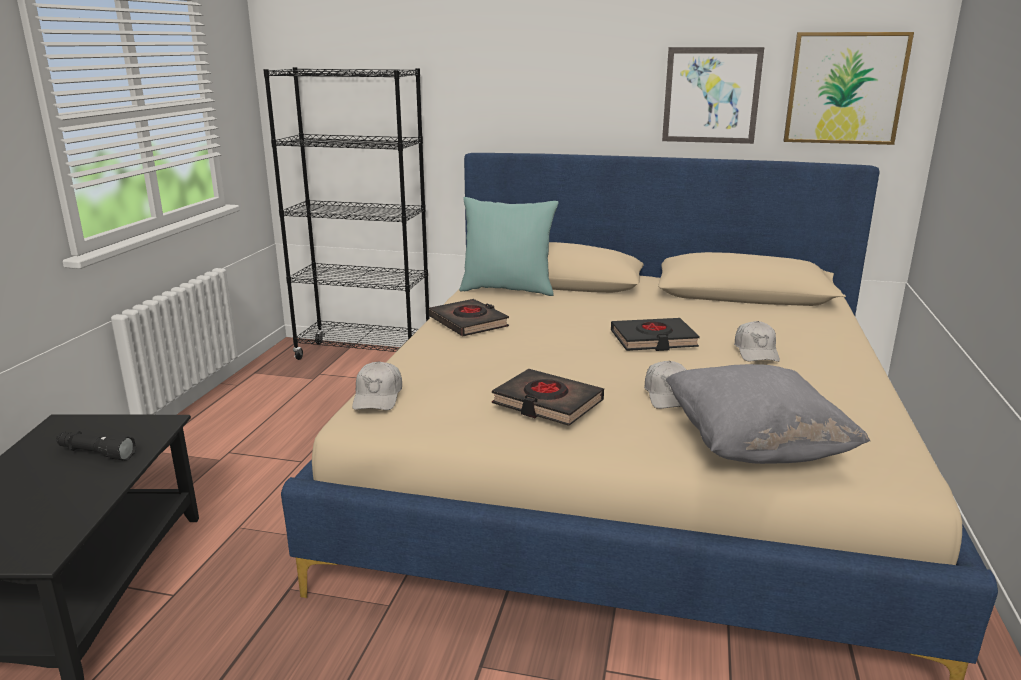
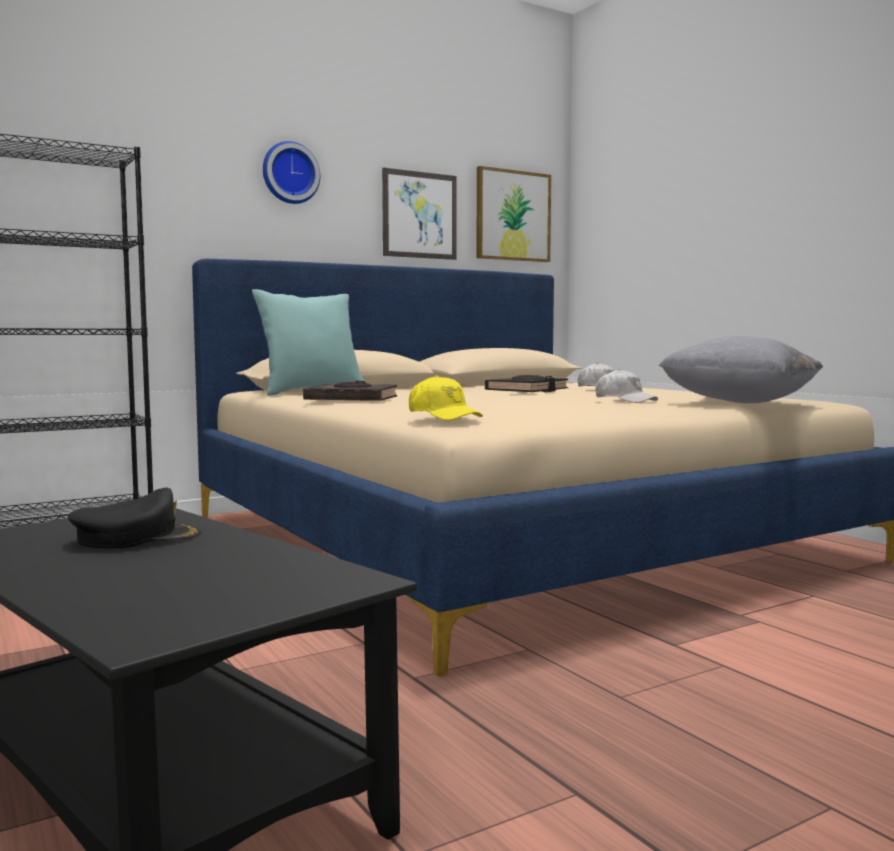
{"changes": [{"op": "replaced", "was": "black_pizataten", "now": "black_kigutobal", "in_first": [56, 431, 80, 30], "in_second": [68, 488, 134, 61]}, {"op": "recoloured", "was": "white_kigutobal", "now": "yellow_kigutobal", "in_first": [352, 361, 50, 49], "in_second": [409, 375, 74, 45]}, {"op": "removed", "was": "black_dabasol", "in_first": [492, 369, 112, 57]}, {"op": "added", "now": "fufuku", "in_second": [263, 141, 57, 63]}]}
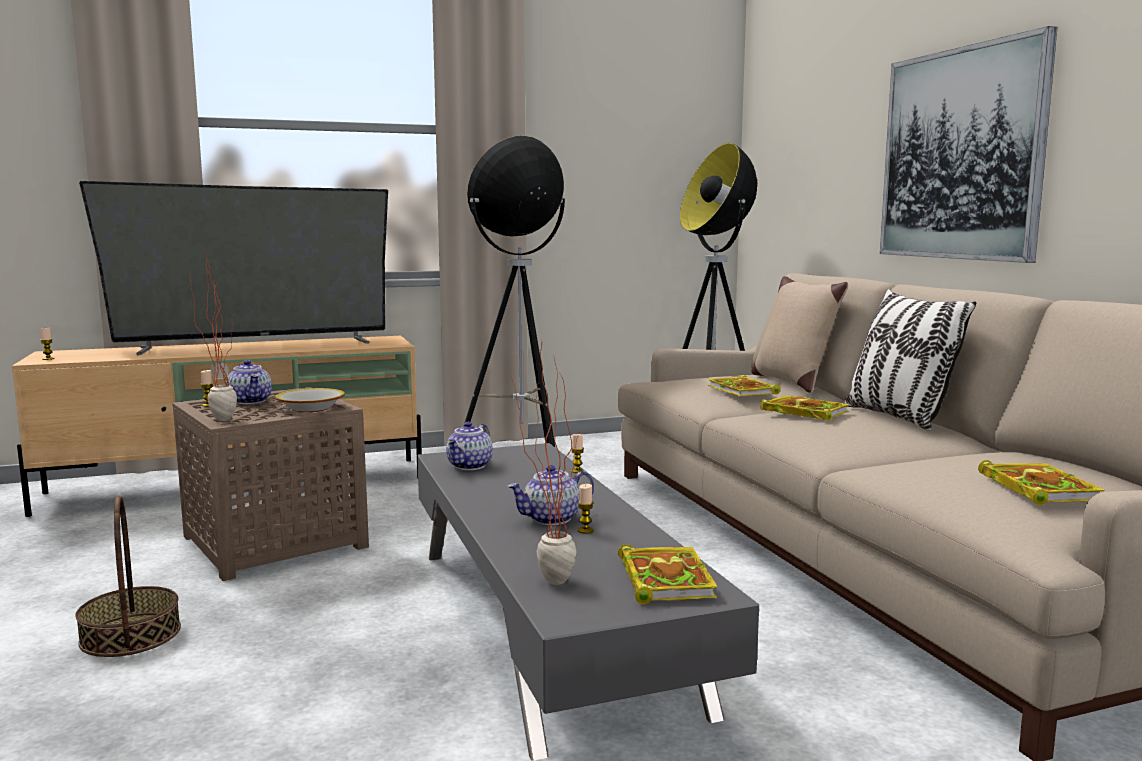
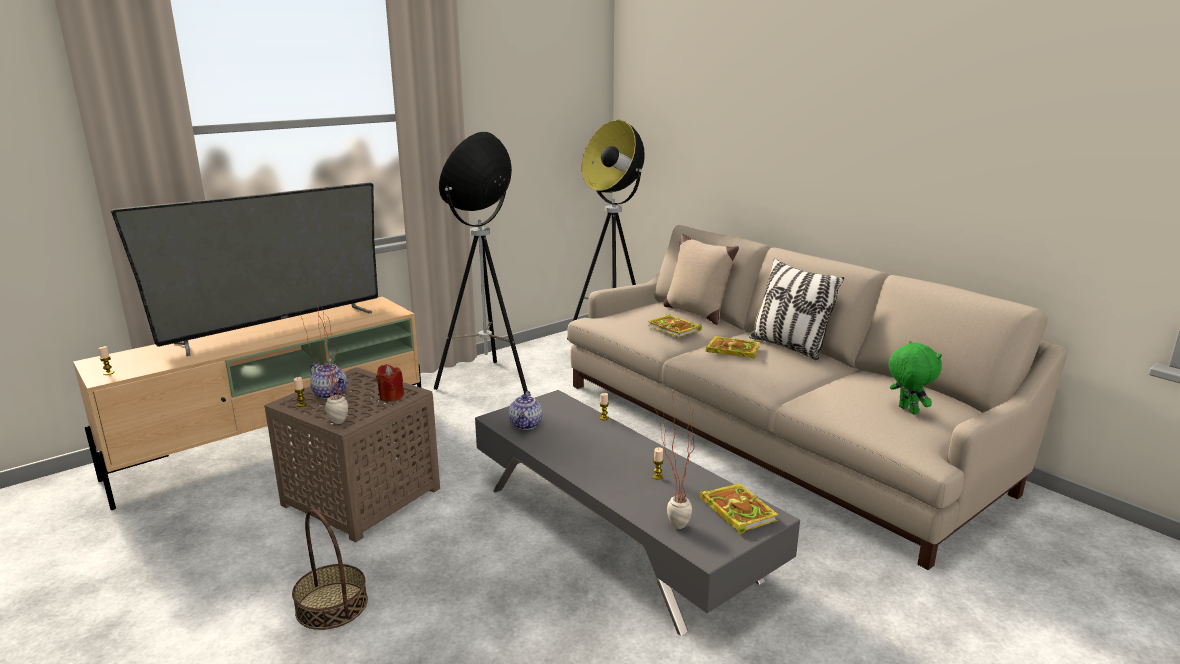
{"changes": [{"op": "replaced", "was": "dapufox", "now": "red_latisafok", "in_first": [275, 388, 70, 24], "in_second": [376, 364, 28, 38]}, {"op": "removed", "was": "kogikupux", "in_first": [508, 465, 86, 60]}, {"op": "removed", "was": "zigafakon", "in_first": [880, 26, 178, 237]}, {"op": "replaced", "was": "dabasol", "now": "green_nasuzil", "in_first": [978, 460, 127, 45], "in_second": [888, 341, 54, 74]}]}
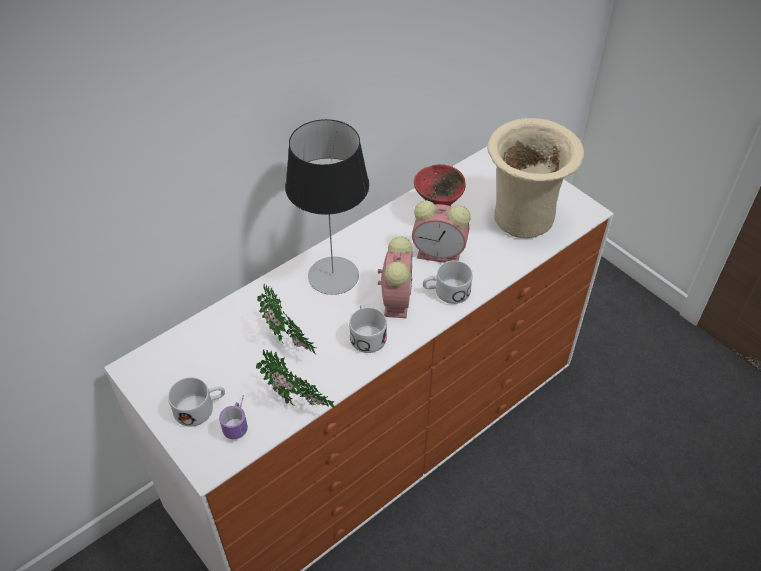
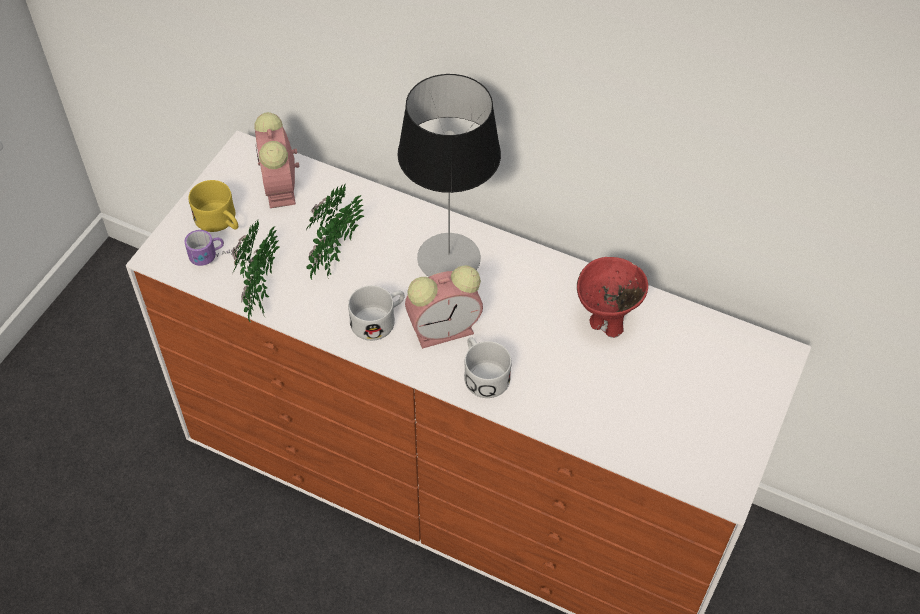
{"changes": [{"op": "recoloured", "was": "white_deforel", "now": "yellow_deforel", "in_first": [168, 377, 57, 50], "in_second": [189, 180, 49, 52]}, {"op": "moved", "was": "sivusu", "in_first": [412, 200, 58, 63], "in_second": [254, 112, 45, 96]}, {"op": "removed", "was": "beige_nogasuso", "in_first": [487, 118, 97, 120]}]}
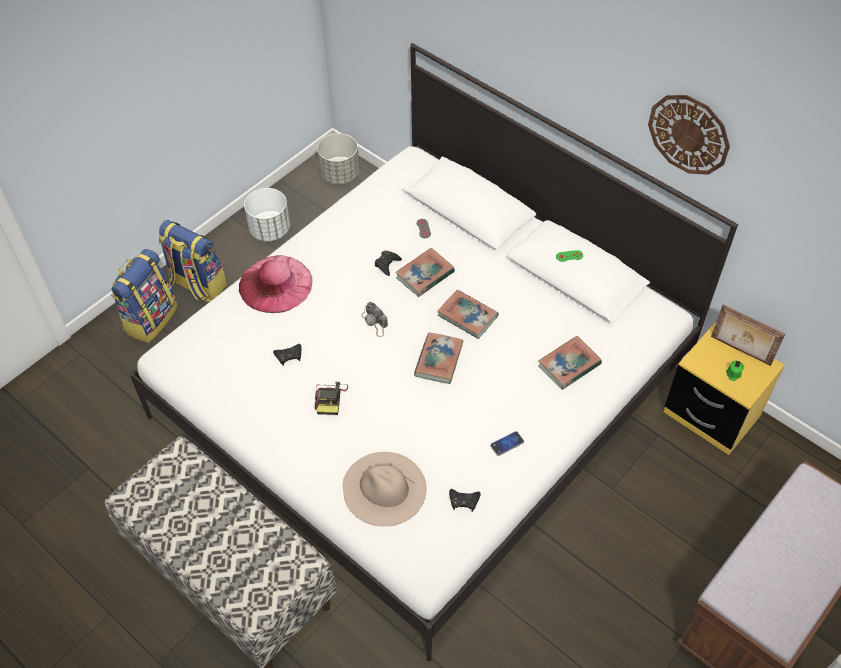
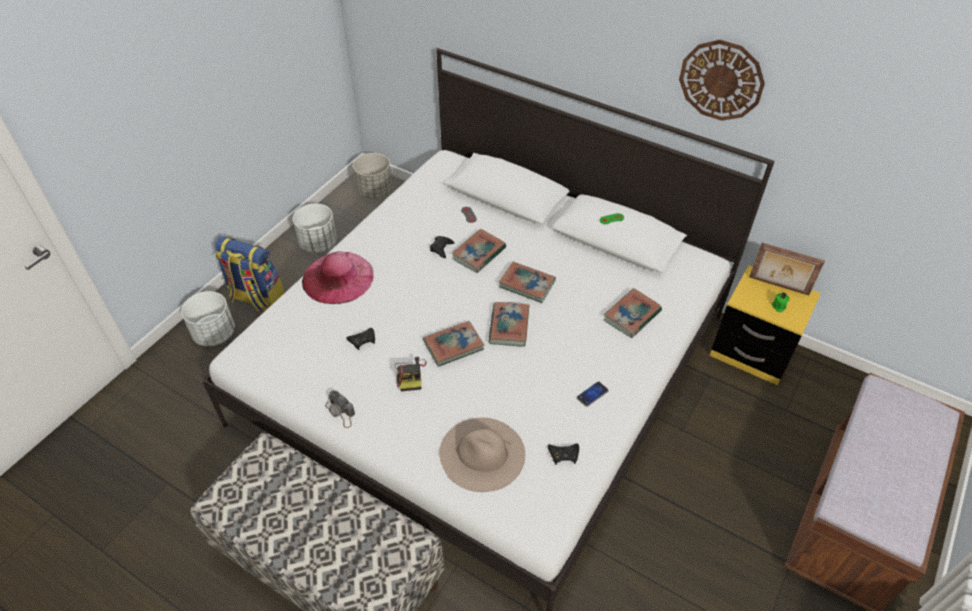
{"changes": [{"op": "replaced", "was": "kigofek", "now": "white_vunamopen", "in_first": [111, 249, 67, 94], "in_second": [181, 291, 54, 55]}, {"op": "moved", "was": "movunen", "in_first": [361, 302, 27, 35], "in_second": [325, 390, 30, 38]}, {"op": "added", "now": "dabasol", "in_second": [423, 321, 61, 46]}]}
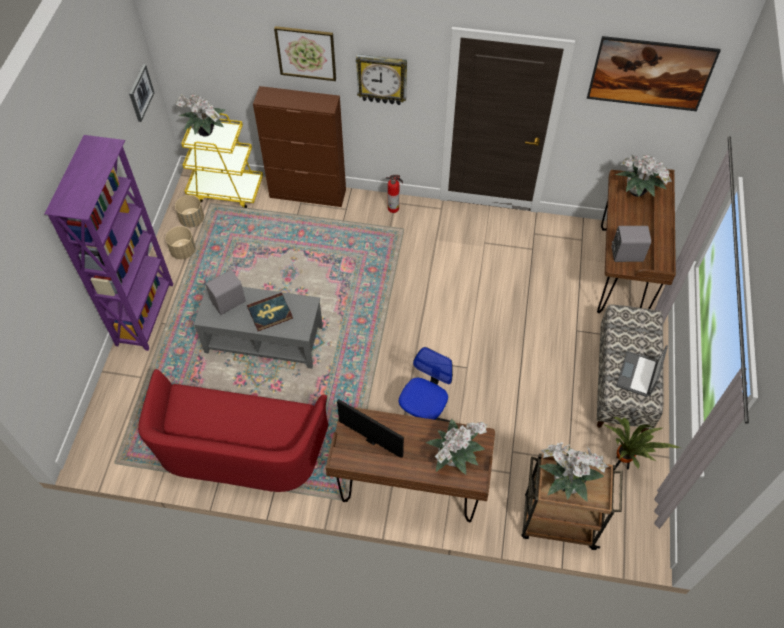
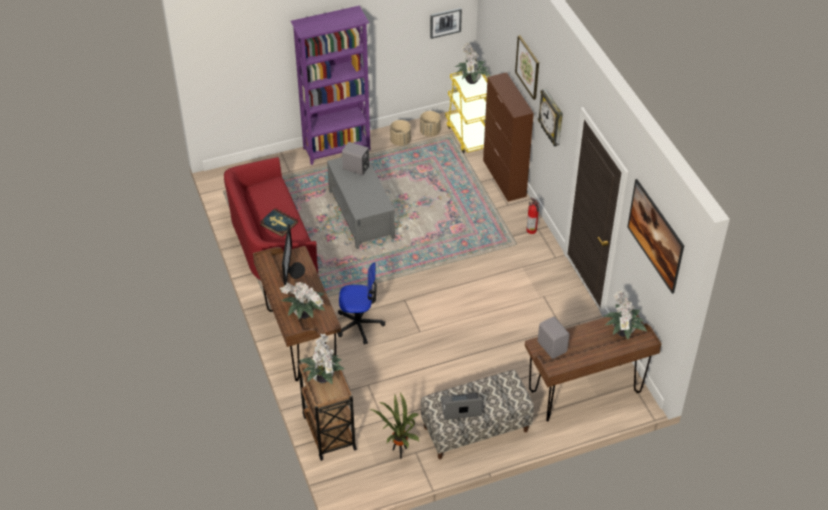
{"changes": [{"op": "moved", "was": "dabasol", "in_first": [247, 293, 46, 38], "in_second": [260, 208, 38, 29]}]}
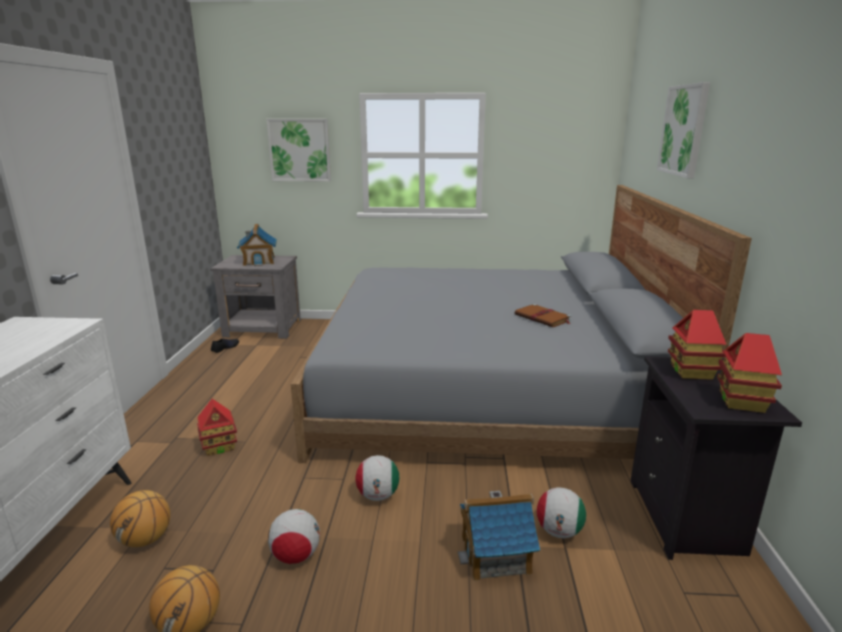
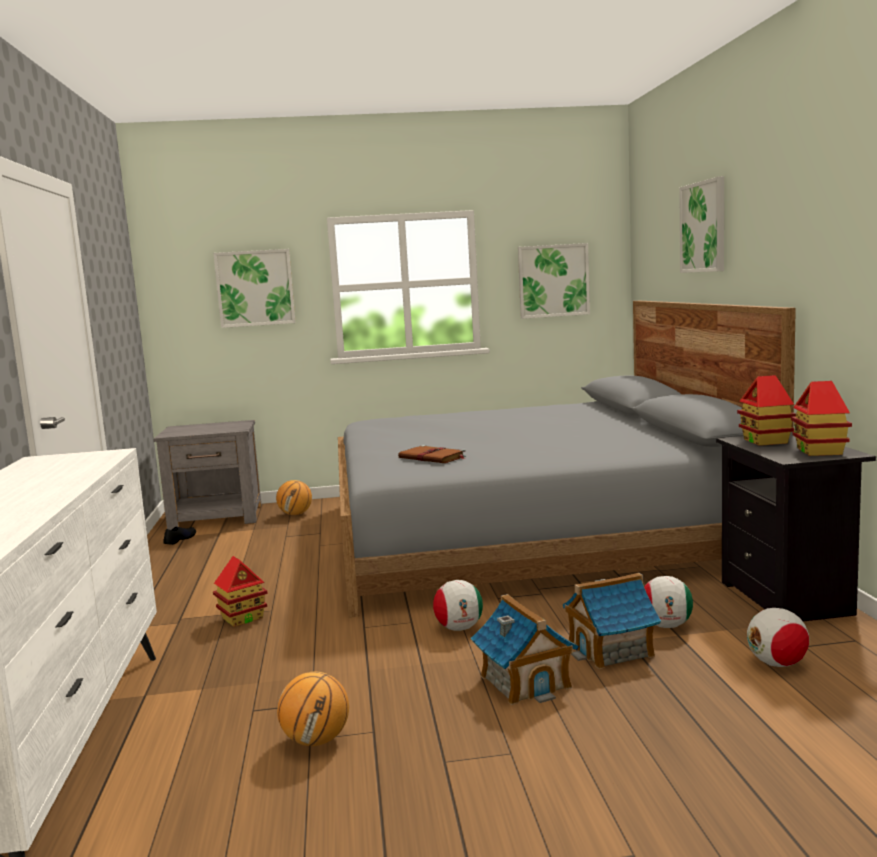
{"changes": [{"op": "moved", "was": "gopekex", "in_first": [110, 490, 60, 57], "in_second": [276, 480, 36, 35]}, {"op": "moved", "was": "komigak", "in_first": [237, 224, 40, 42], "in_second": [471, 594, 108, 111]}, {"op": "moved", "was": "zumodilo", "in_first": [268, 509, 52, 55], "in_second": [747, 608, 62, 59]}, {"op": "moved", "was": "brown_dabasol", "in_first": [515, 304, 56, 23], "in_second": [398, 445, 68, 18]}, {"op": "added", "now": "zigafakon", "in_second": [518, 243, 72, 76]}]}
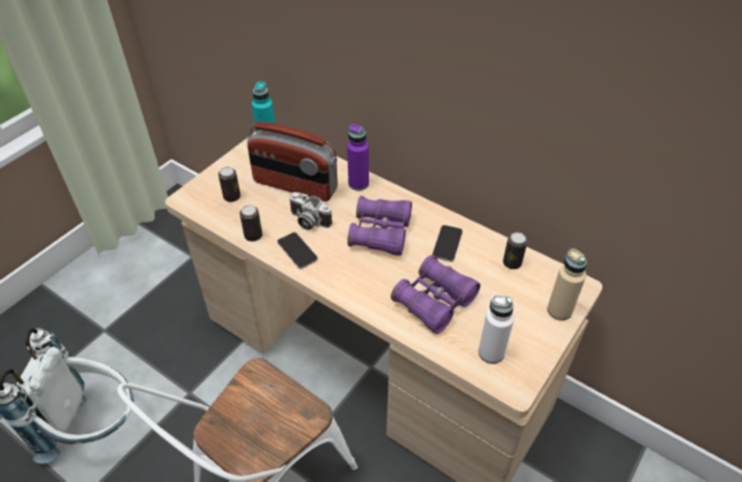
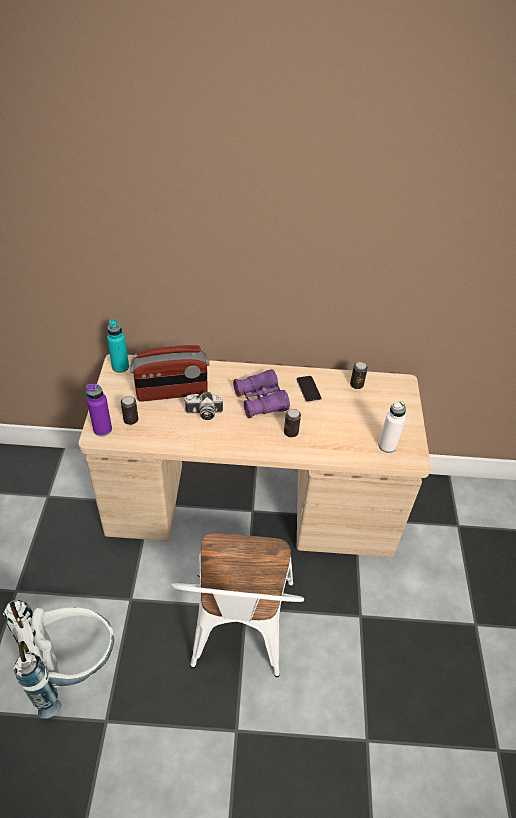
{"changes": [{"op": "moved", "was": "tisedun", "in_first": [240, 205, 22, 37], "in_second": [284, 409, 17, 28]}, {"op": "removed", "was": "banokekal", "in_first": [277, 232, 41, 37]}, {"op": "moved", "was": "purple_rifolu", "in_first": [347, 124, 22, 67], "in_second": [86, 384, 26, 52]}, {"op": "removed", "was": "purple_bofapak", "in_first": [391, 255, 89, 79]}, {"op": "removed", "was": "beige_rifolu", "in_first": [547, 249, 40, 72]}]}
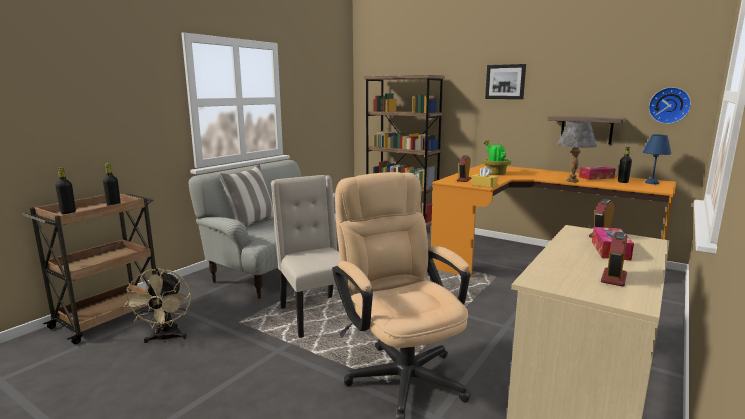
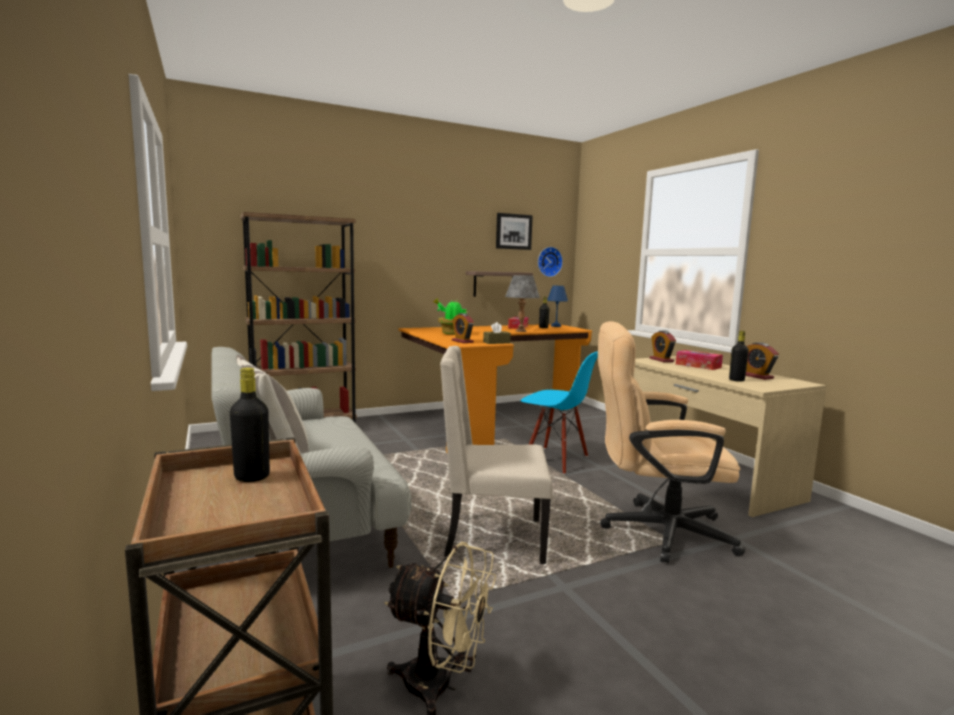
{"changes": [{"op": "moved", "was": "black_rifolu", "in_first": [55, 167, 21, 47], "in_second": [729, 331, 20, 50]}, {"op": "recoloured", "was": "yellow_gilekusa", "now": "brown_gilekusa", "in_first": [471, 166, 27, 22], "in_second": [483, 322, 28, 22]}, {"op": "moved", "was": "zigafakon", "in_first": [485, 64, 41, 35], "in_second": [496, 213, 37, 37]}, {"op": "added", "now": "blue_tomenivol", "in_second": [521, 351, 77, 124]}]}
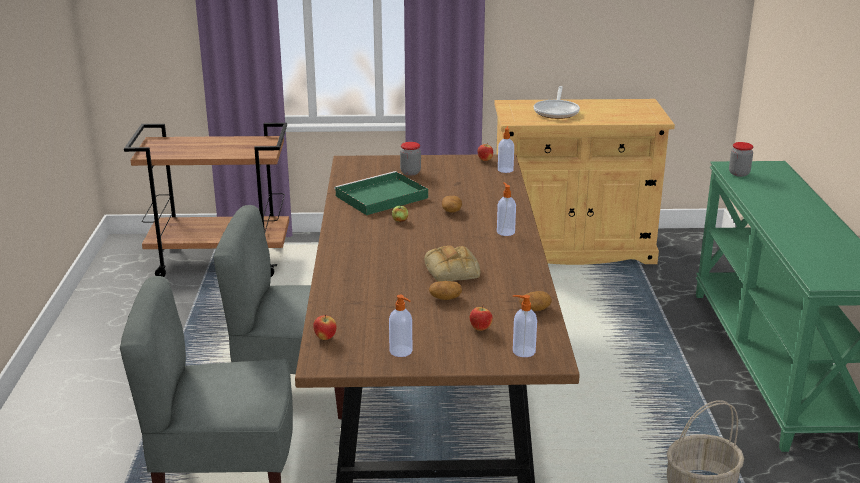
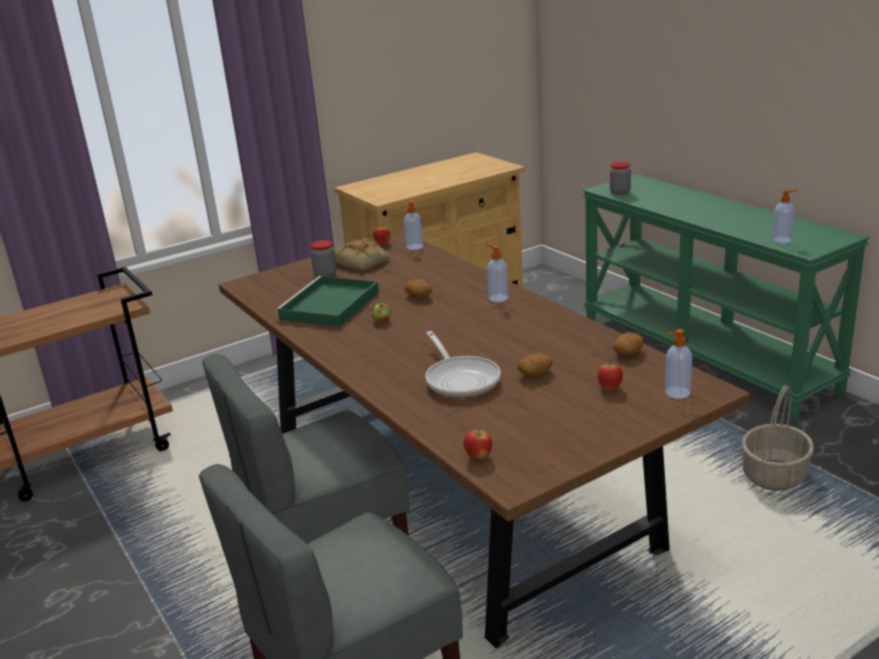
{"changes": [{"op": "moved", "was": "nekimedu", "in_first": [389, 295, 23, 62], "in_second": [772, 190, 26, 53]}, {"op": "moved", "was": "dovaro", "in_first": [424, 246, 56, 36], "in_second": [335, 238, 55, 32]}, {"op": "moved", "was": "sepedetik", "in_first": [534, 86, 46, 33], "in_second": [425, 331, 76, 67]}]}
